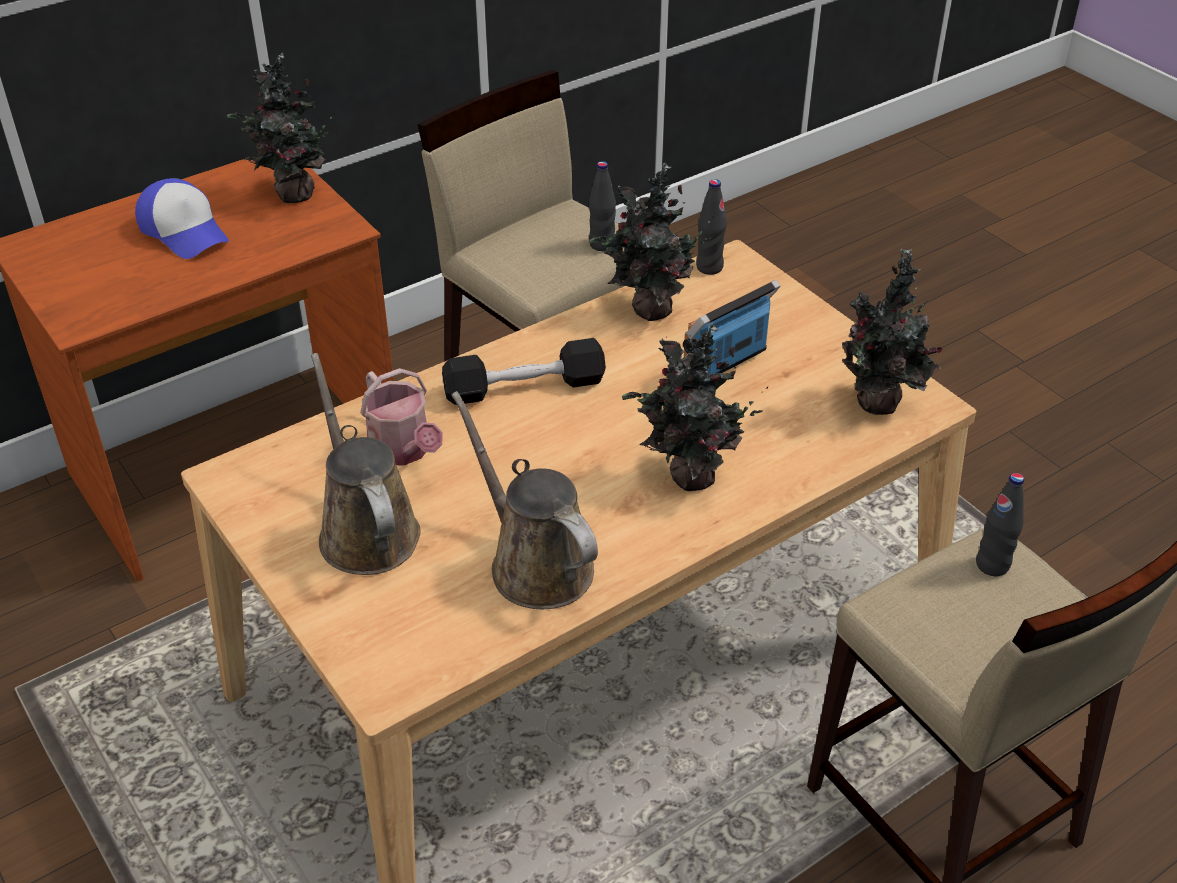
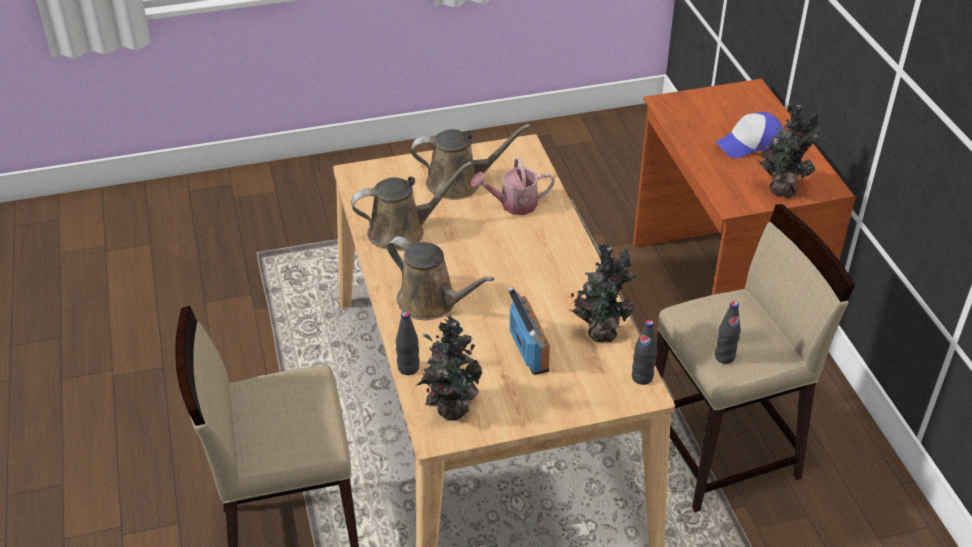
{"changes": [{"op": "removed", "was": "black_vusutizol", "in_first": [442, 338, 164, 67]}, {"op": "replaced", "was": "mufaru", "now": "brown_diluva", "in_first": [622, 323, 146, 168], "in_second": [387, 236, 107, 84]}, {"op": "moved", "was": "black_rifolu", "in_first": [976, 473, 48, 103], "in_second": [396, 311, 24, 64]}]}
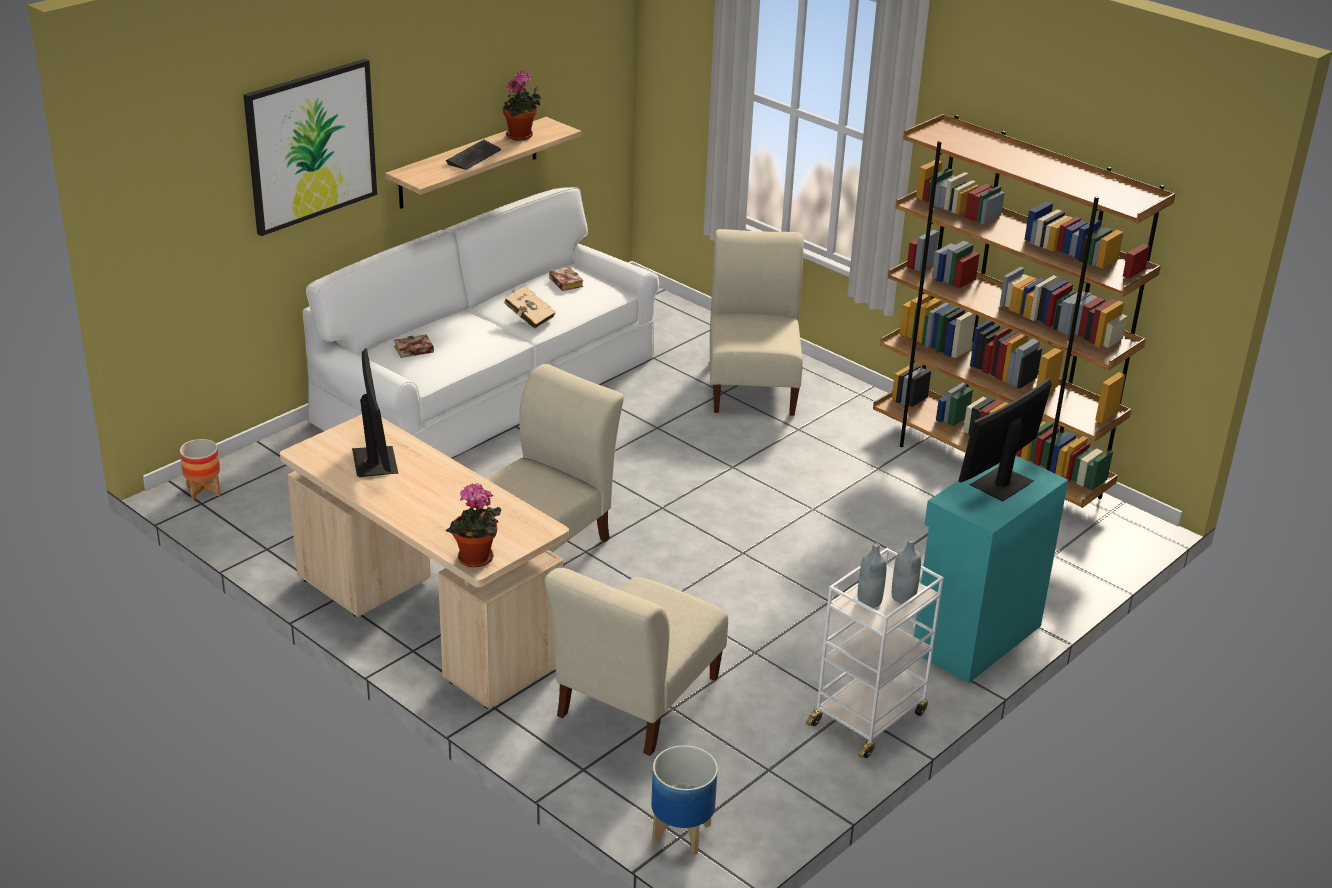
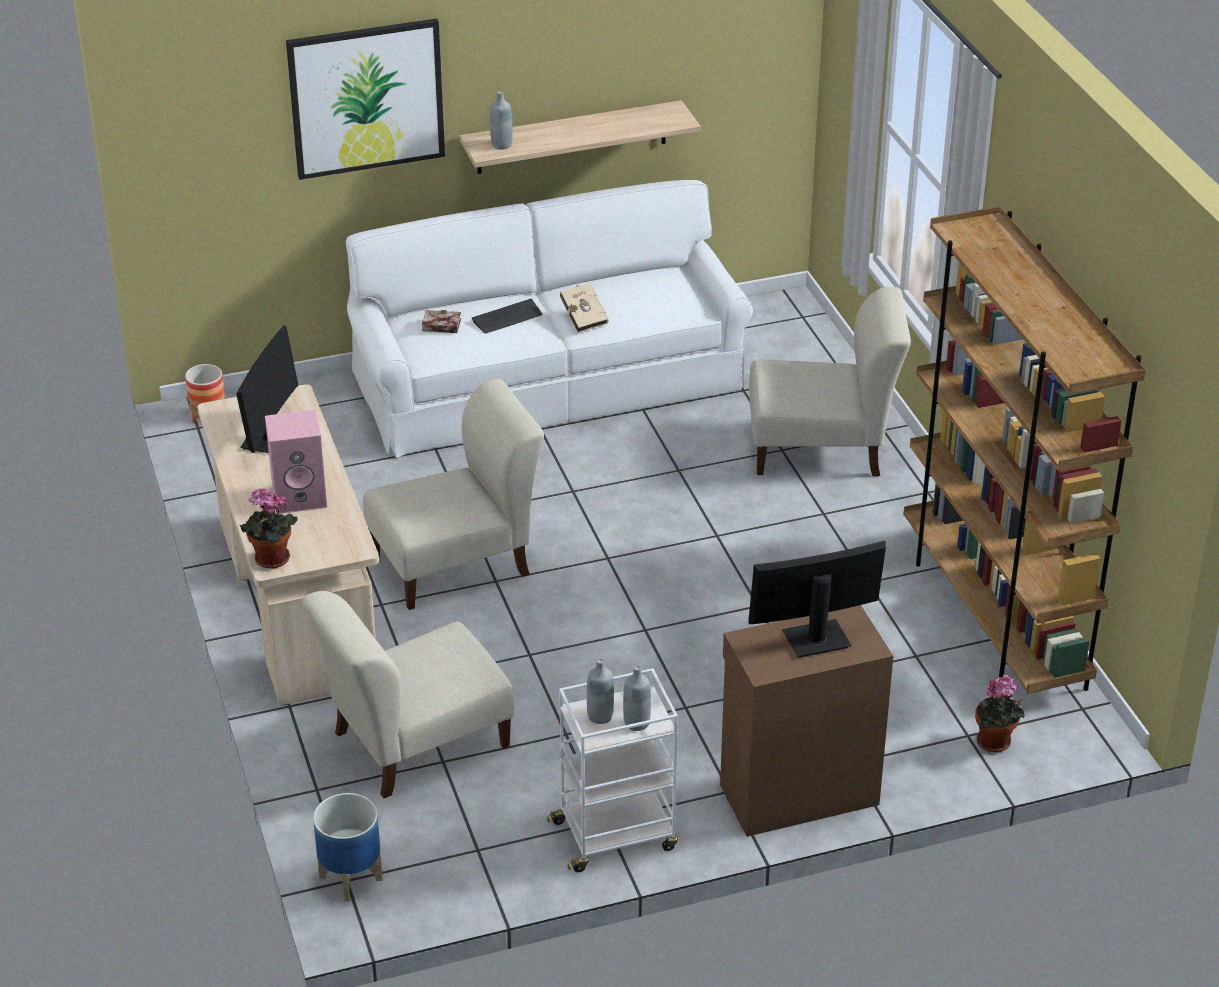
{"changes": [{"op": "moved", "was": "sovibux", "in_first": [446, 140, 55, 30], "in_second": [472, 299, 70, 35]}, {"op": "moved", "was": "mufaru", "in_first": [503, 70, 38, 71], "in_second": [975, 675, 50, 77]}, {"op": "removed", "was": "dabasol", "in_first": [549, 267, 34, 24]}, {"op": "turned", "was": "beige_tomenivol", "in_first": [710, 229, 94, 187], "in_second": [749, 287, 162, 189], "clockwise": 60}, {"op": "recoloured", "was": "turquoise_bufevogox", "now": "brown_bufevogox", "in_first": [914, 456, 154, 227], "in_second": [720, 605, 173, 232]}, {"op": "added", "now": "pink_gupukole", "in_second": [265, 410, 62, 104]}, {"op": "added", "now": "grey_rifolu", "in_second": [490, 91, 23, 59]}]}
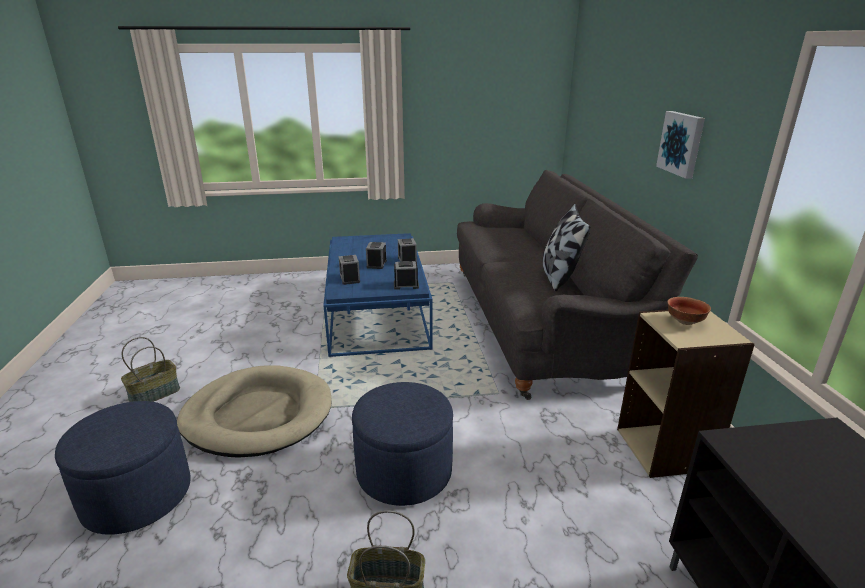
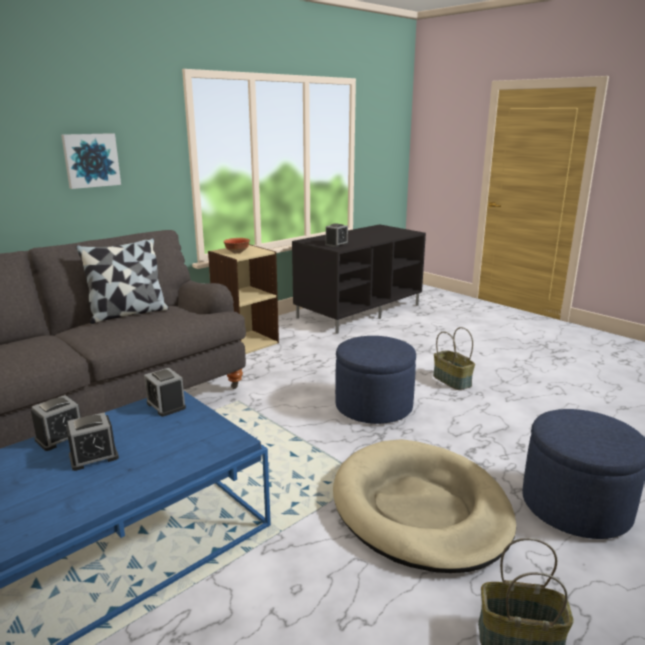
{"changes": [{"op": "moved", "was": "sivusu", "in_first": [339, 255, 21, 30], "in_second": [325, 223, 23, 24]}]}
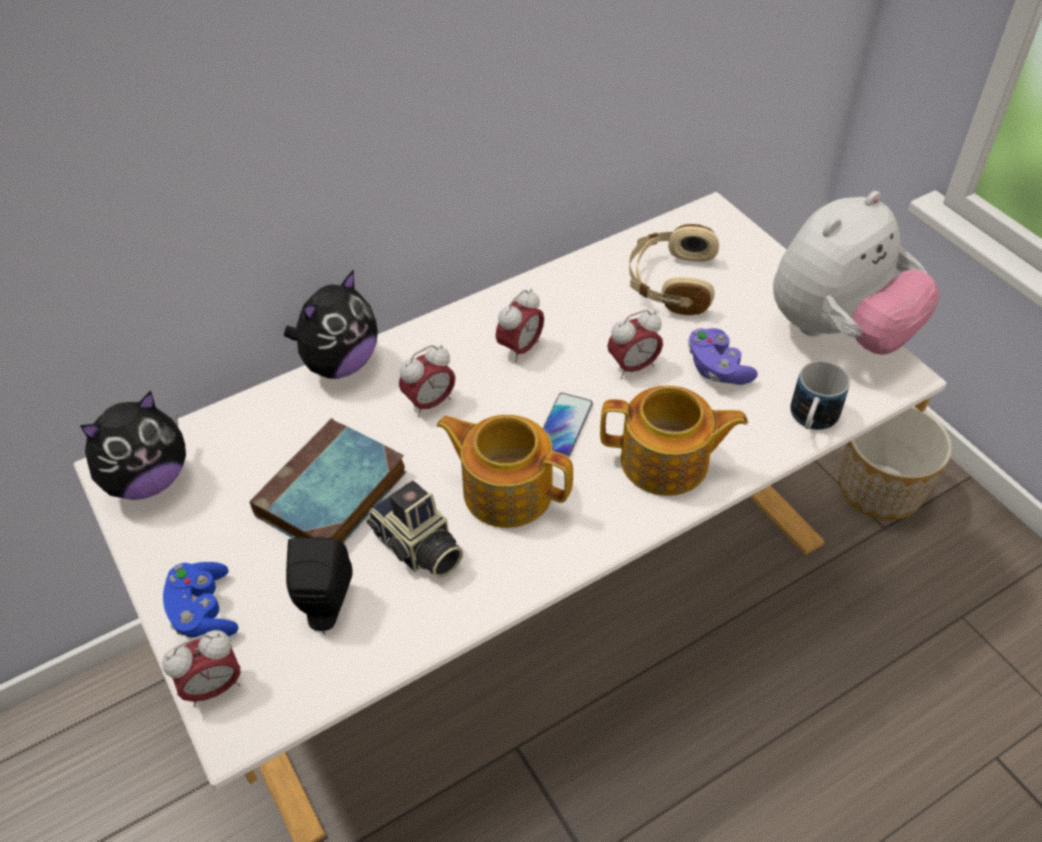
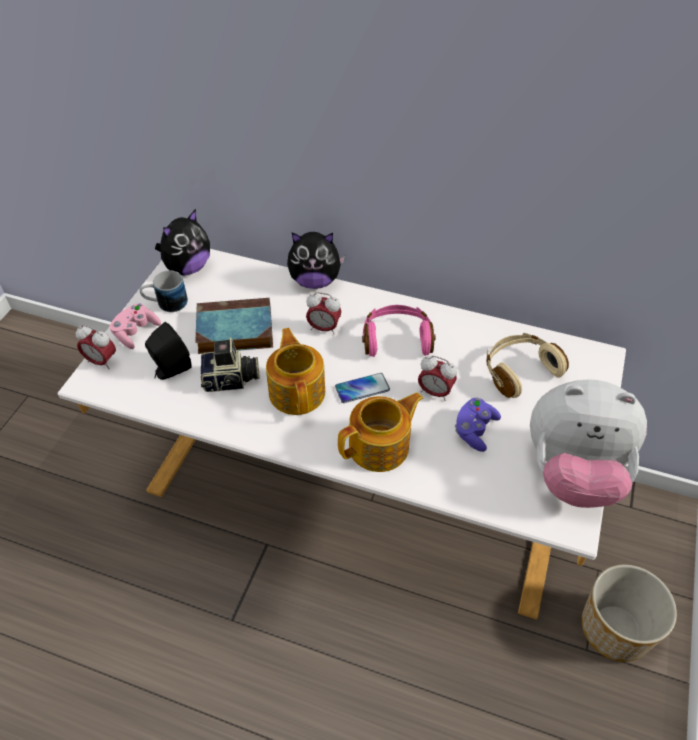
{"changes": [{"op": "turned", "was": "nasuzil", "in_first": [80, 391, 106, 109], "in_second": [155, 209, 55, 66], "clockwise": -60}, {"op": "recoloured", "was": "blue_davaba", "now": "pink_davaba", "in_first": [163, 562, 75, 76], "in_second": [110, 303, 51, 46]}, {"op": "turned", "was": "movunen", "in_first": [367, 480, 96, 98], "in_second": [201, 338, 58, 54], "clockwise": -105}, {"op": "replaced", "was": "sivusu", "now": "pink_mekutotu", "in_first": [496, 289, 48, 74], "in_second": [362, 305, 73, 52]}, {"op": "turned", "was": "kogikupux", "in_first": [600, 385, 148, 111], "in_second": [338, 392, 85, 80], "clockwise": -90}, {"op": "moved", "was": "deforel", "in_first": [790, 361, 60, 69], "in_second": [139, 270, 49, 42]}]}
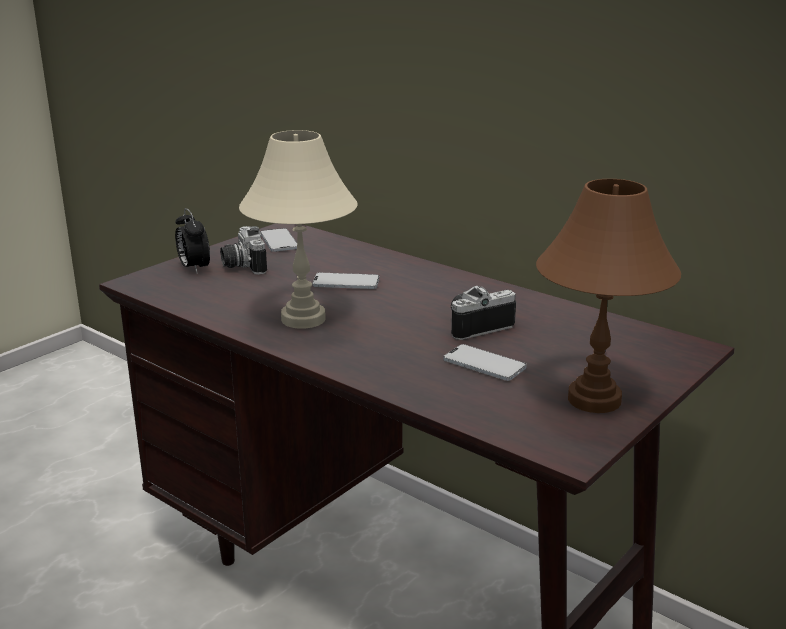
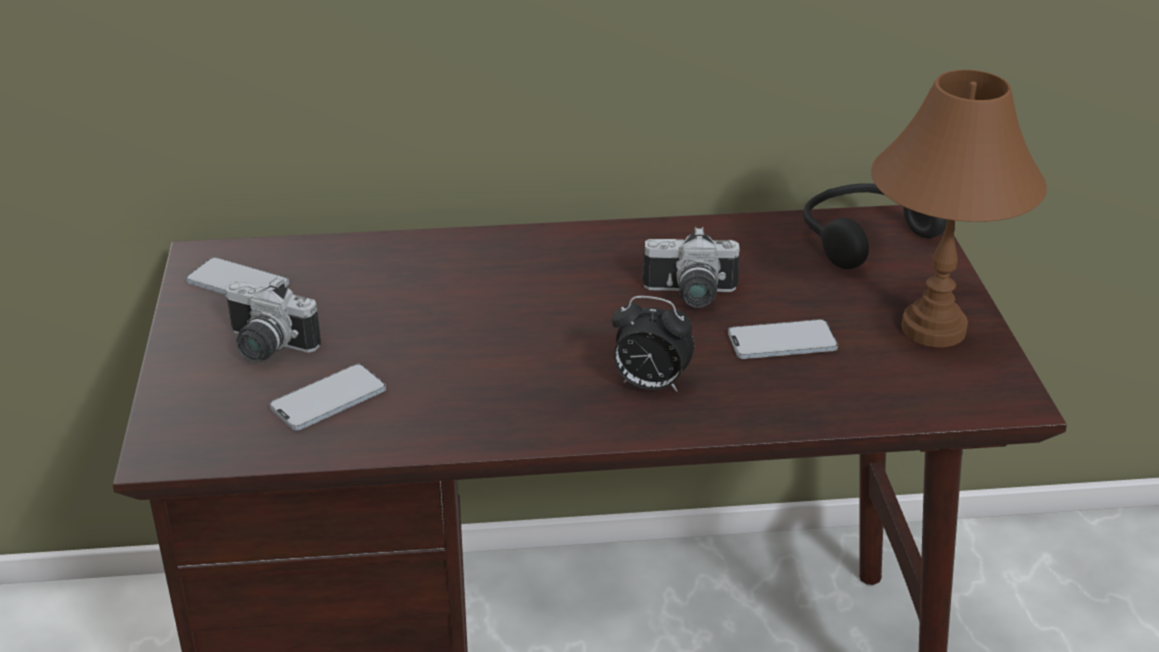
{"changes": [{"op": "moved", "was": "sivusu", "in_first": [175, 208, 35, 66], "in_second": [612, 296, 82, 96]}, {"op": "removed", "was": "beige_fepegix", "in_first": [239, 130, 119, 199]}, {"op": "moved", "was": "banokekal", "in_first": [312, 273, 67, 16], "in_second": [270, 364, 116, 67]}, {"op": "turned", "was": "movunen", "in_first": [451, 286, 65, 54], "in_second": [642, 227, 98, 81], "clockwise": -105}, {"op": "added", "now": "black_mekutotu", "in_second": [803, 183, 144, 86]}]}
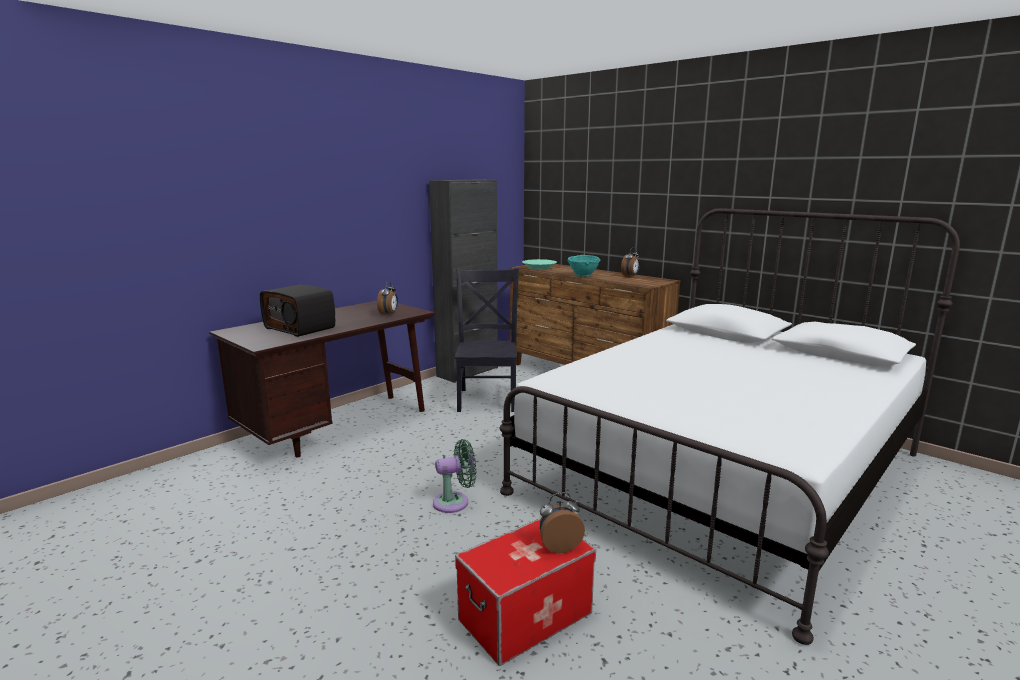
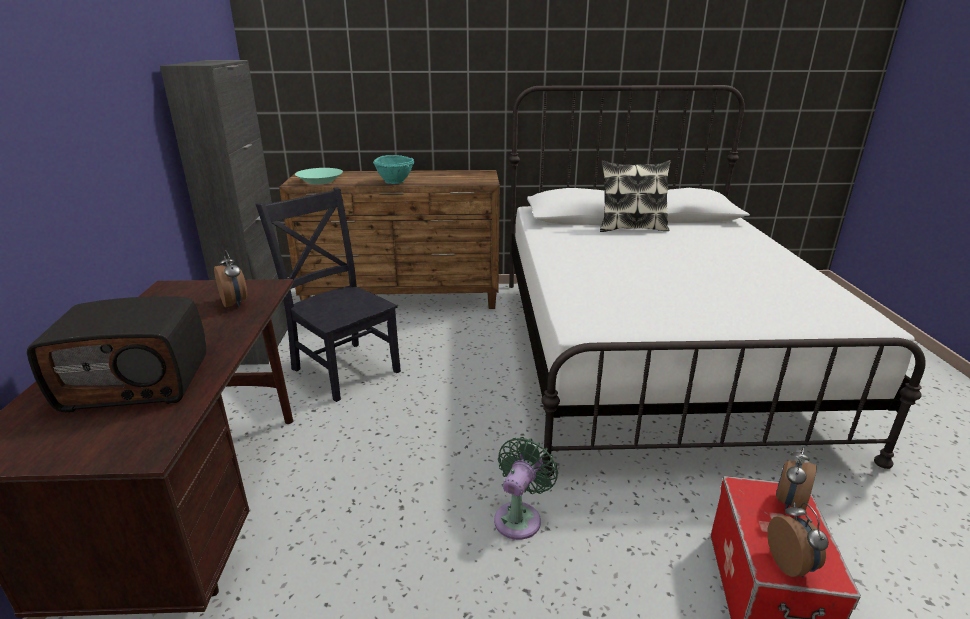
{"changes": [{"op": "moved", "was": "sivusu", "in_first": [621, 247, 19, 30], "in_second": [767, 503, 62, 74]}, {"op": "added", "now": "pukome", "in_second": [600, 160, 71, 72]}]}
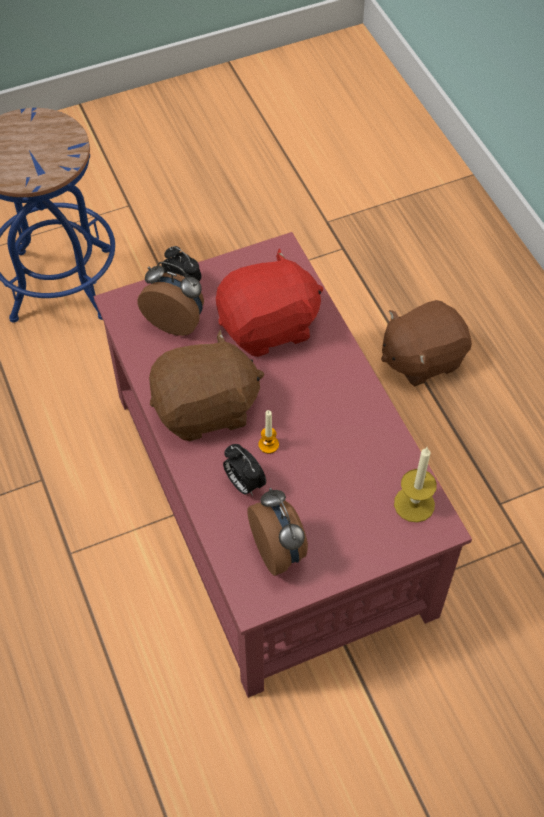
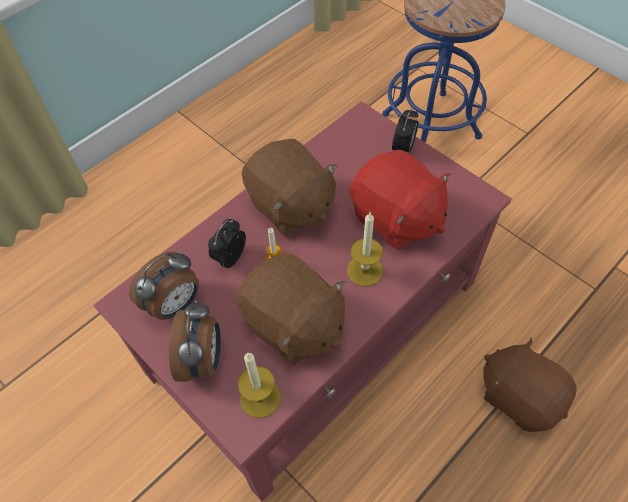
{"changes": [{"op": "moved", "was": "sivusu", "in_first": [138, 262, 66, 74], "in_second": [169, 300, 52, 82]}, {"op": "added", "now": "brown_nasuzil", "in_second": [236, 253, 110, 112]}, {"op": "added", "now": "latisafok", "in_second": [347, 213, 36, 74]}]}
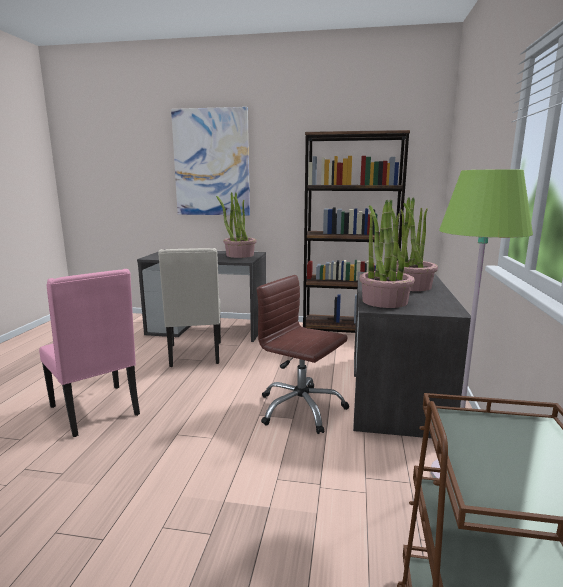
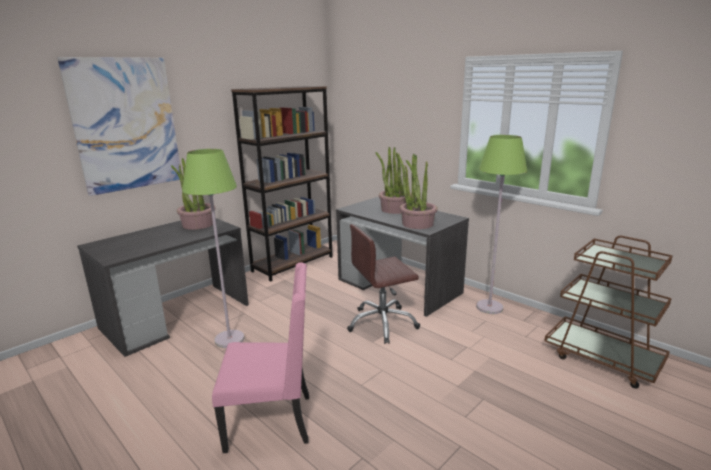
{"changes": [{"op": "replaced", "was": "beige_tomenivol", "now": "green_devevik", "in_first": [158, 248, 63, 119], "in_second": [182, 149, 62, 199]}]}
